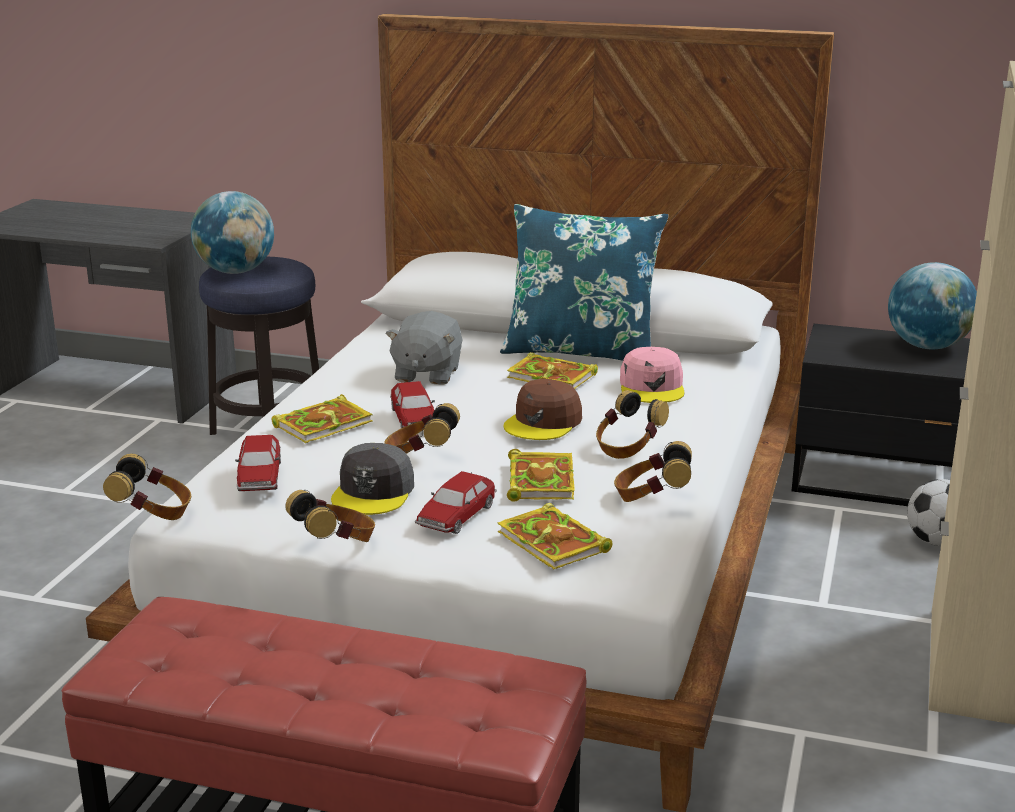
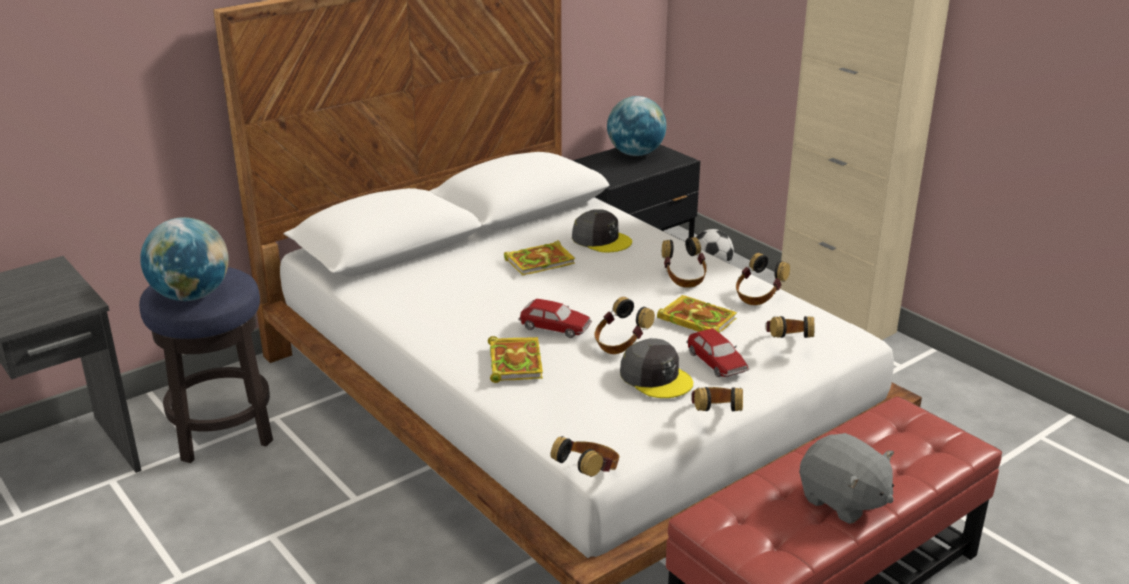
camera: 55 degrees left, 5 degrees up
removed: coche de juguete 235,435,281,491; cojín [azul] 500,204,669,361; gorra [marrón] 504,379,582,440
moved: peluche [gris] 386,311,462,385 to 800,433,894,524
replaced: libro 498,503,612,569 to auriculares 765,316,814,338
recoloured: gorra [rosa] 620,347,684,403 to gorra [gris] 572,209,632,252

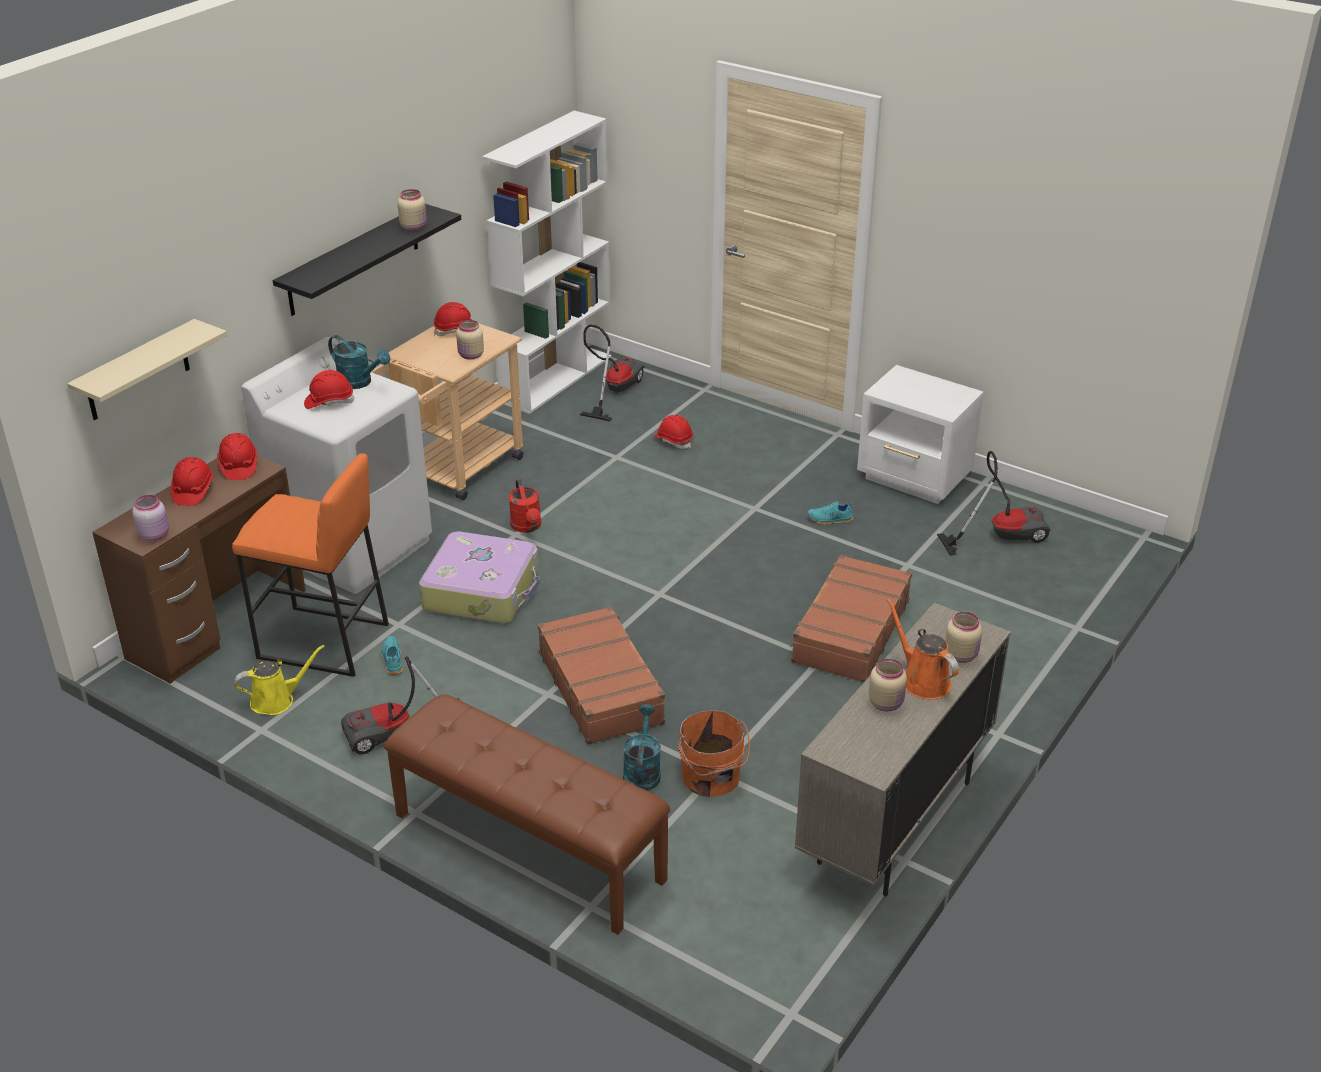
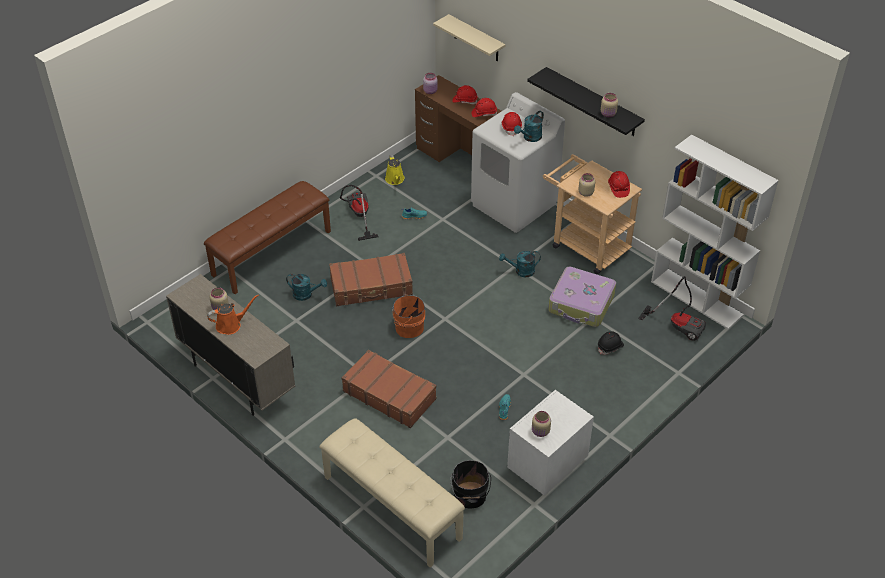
camera: 100 degrees right, 10 degrees up
removed: taburete [naranja] 232,453,389,677
added: banco [beis] 319,418,465,568
moved: maleta 419,531,540,623 to 548,266,616,327; cubo [naranja] 678,710,750,797 to 392,294,425,338; tarro [beis] 945,612,982,663 to 532,411,551,437
replaced: aspiradora 937,451,1050,556 to cubo [negro] 450,460,491,509
recoloured: regadera [rojo] 509,479,541,533 to regadera [turquesa] 499,251,541,277; casco [rojo] 654,415,693,449 to casco [negro] 598,331,624,355

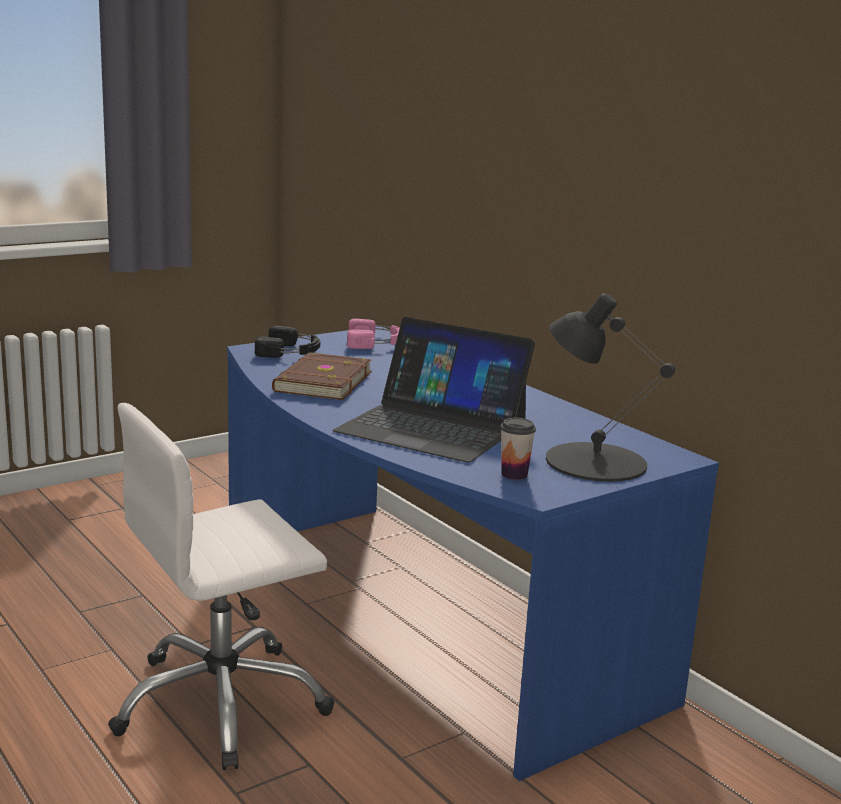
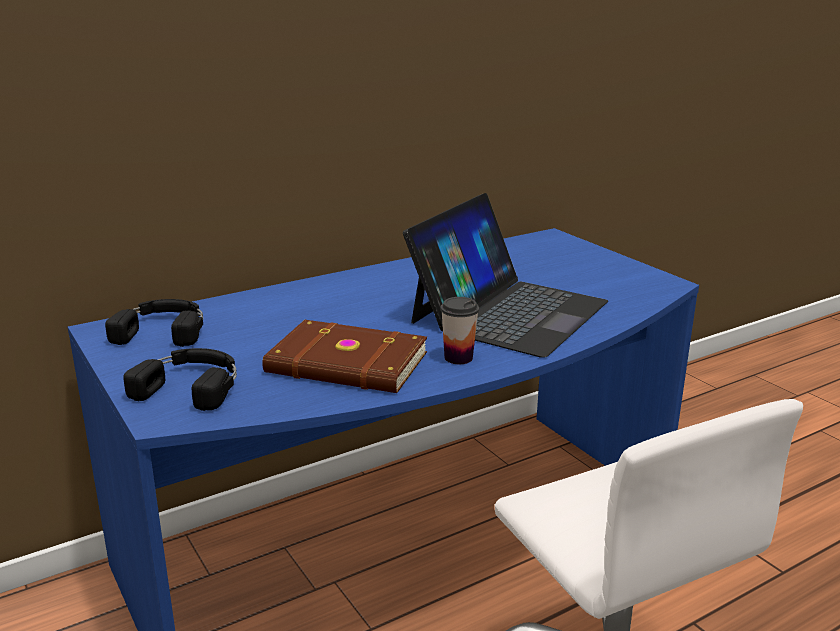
camera: 85 degrees left, 5 degrees up
removed: lámpara de mesa [negro] 546,293,675,482
moved: taza 500,418,536,480 to 441,297,479,364
recoloured: auriculares [rosa] 347,319,400,349 to auriculares [negro] 105,299,203,347

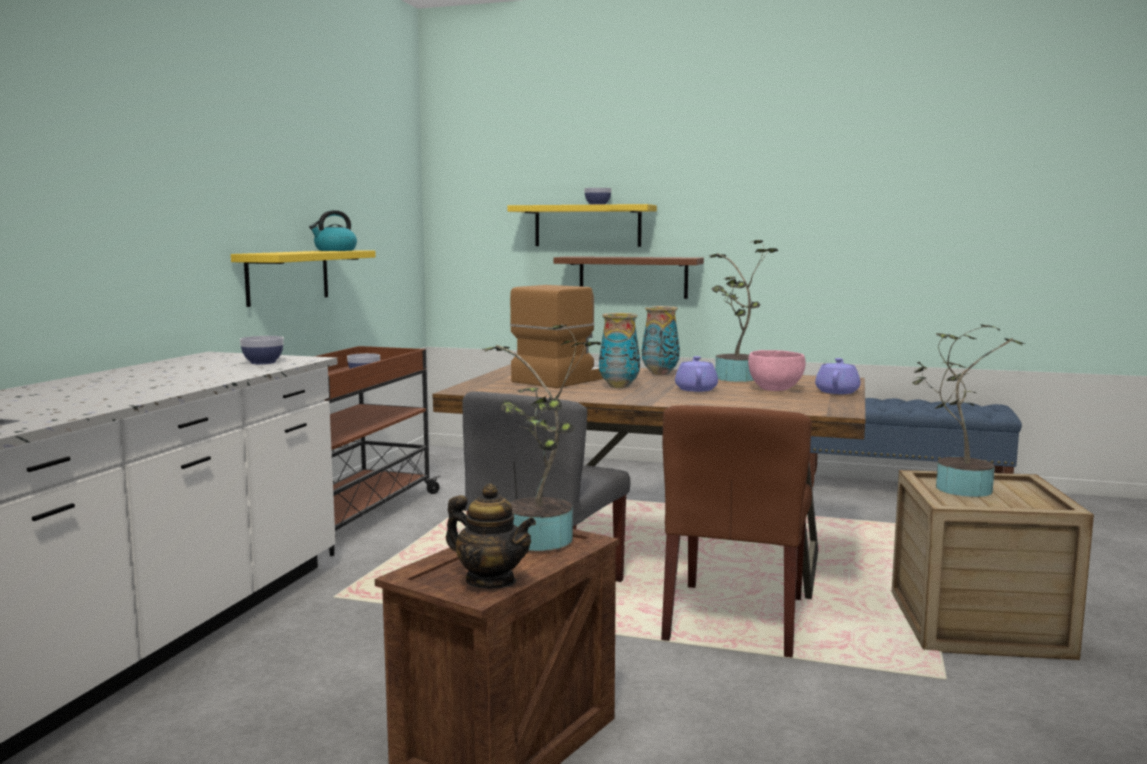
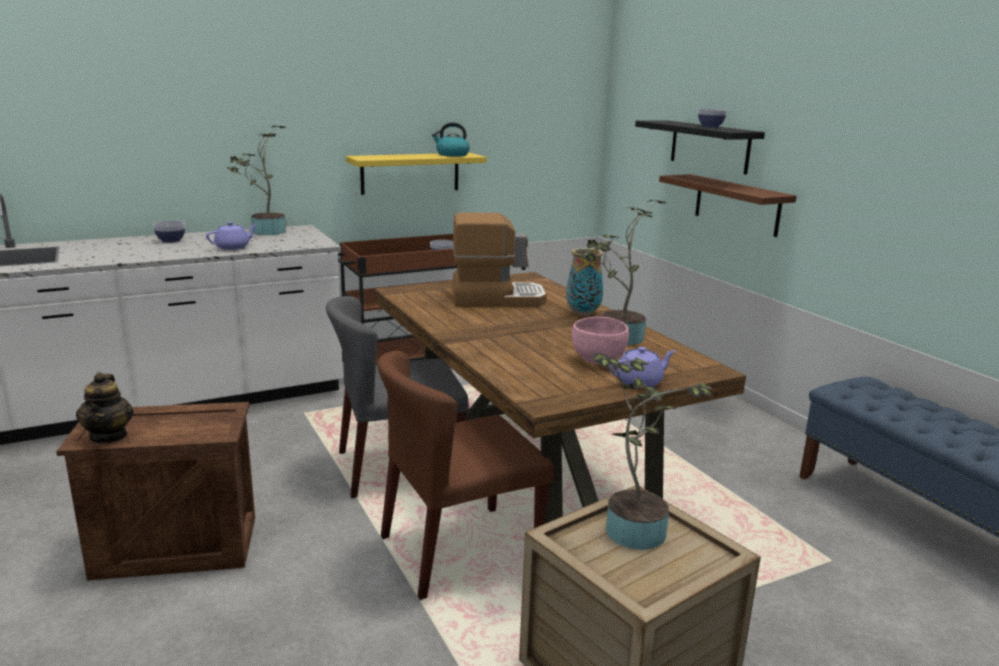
camera: 45 degrees right, 10 degrees up
removed: florero 599,313,640,388
moved: cuenco 240,336,284,364 to 153,221,185,243; planta en maceta 482,324,601,551 to 227,126,286,235; tetera [morado] 675,356,718,392 to 206,222,258,250
recoloured: estante [amarillo] 507,204,657,247 to estante [negro] 635,120,765,175

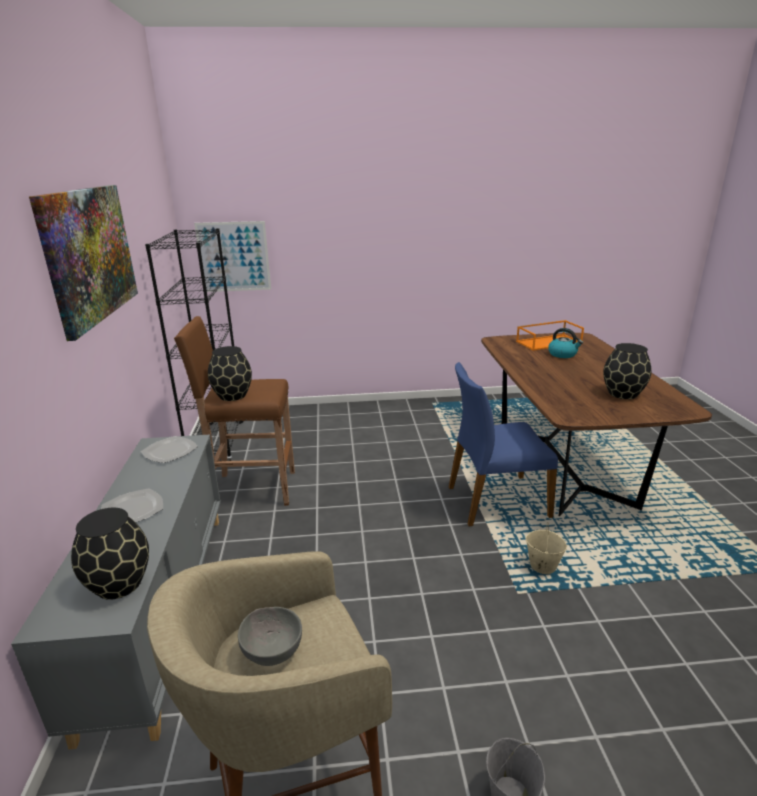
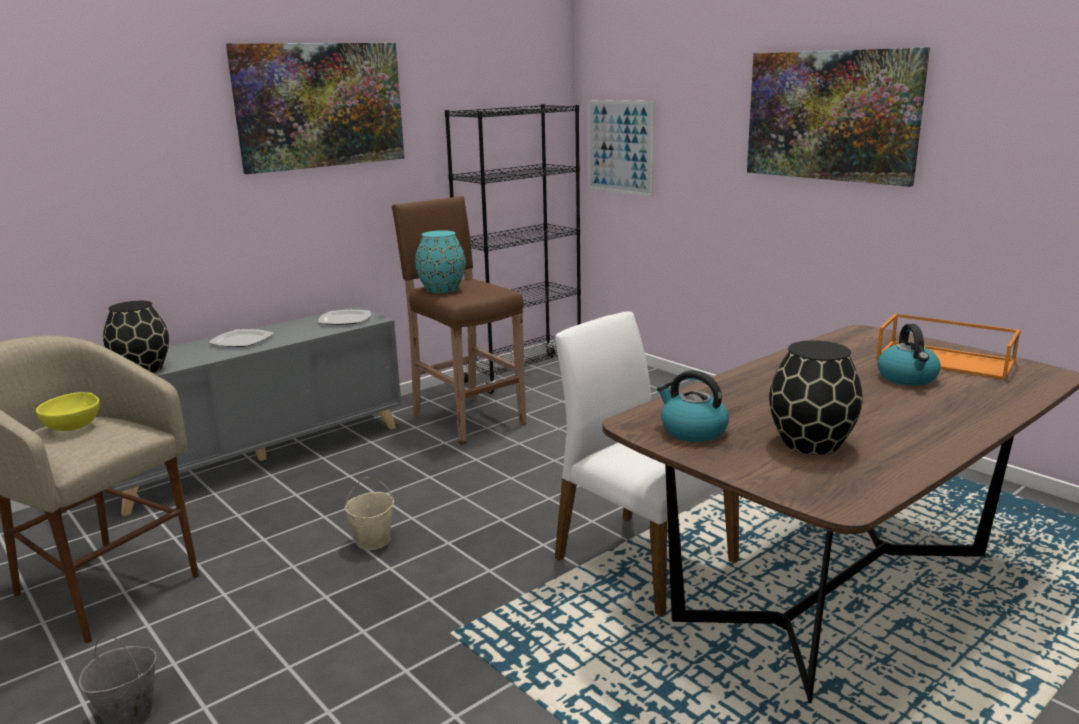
camera: 55 degrees right, 5 degrees down
added: hervidor 657,370,729,442; cuadro 747,47,930,187
moved: cubo [beis] 525,522,567,574 to 345,477,394,550
recoloured: florero [negro] 208,346,252,401 to florero [turquesa] 415,230,466,294; cuenco [gris] 238,607,302,666 to cuenco [amarillo] 36,392,100,431; silla [azul] 449,362,558,526 to silla [blanco] 555,312,739,616

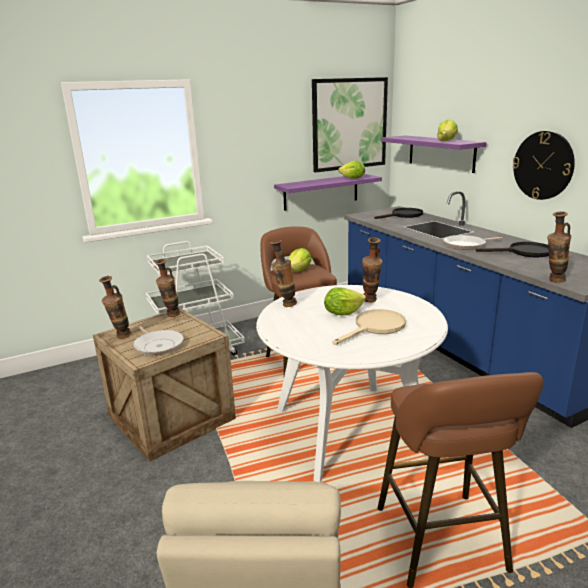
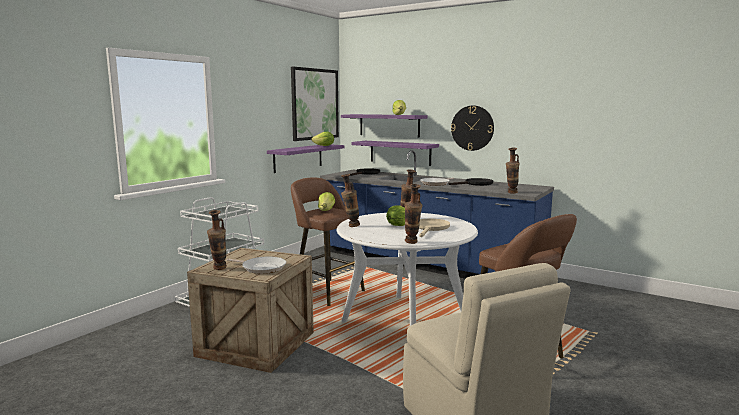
camera: 30 degrees left, 10 degrees down
added: estante [morado] 351,141,439,166
moved: florero 155,259,180,317 to 404,184,422,244

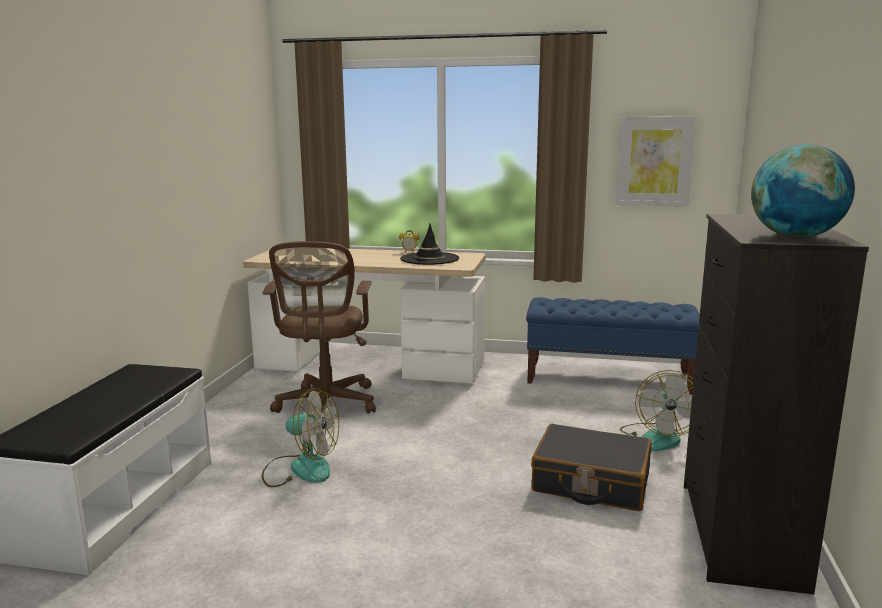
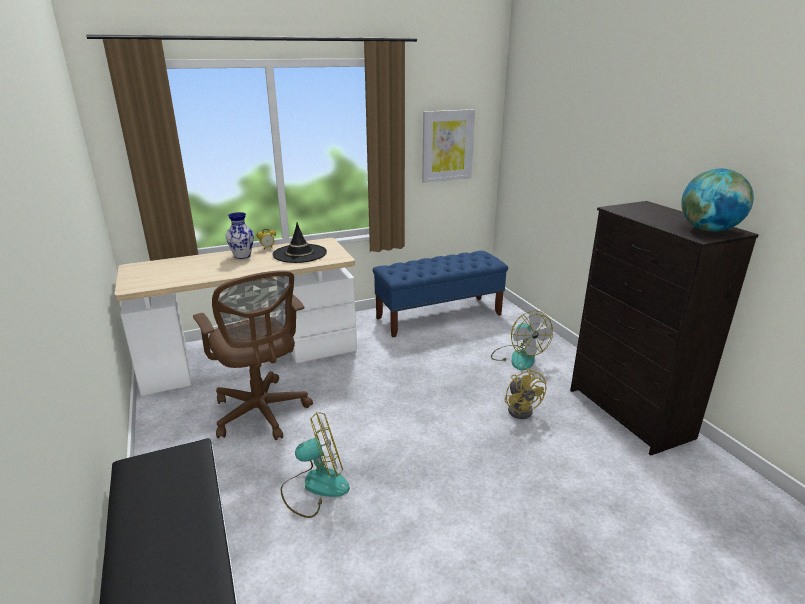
camera: 35 degrees left, 10 degrees up
added: florero 225,212,254,259
replaced: maleta [negro] 531,424,652,511 to ventilador [amarillo] 504,368,546,419

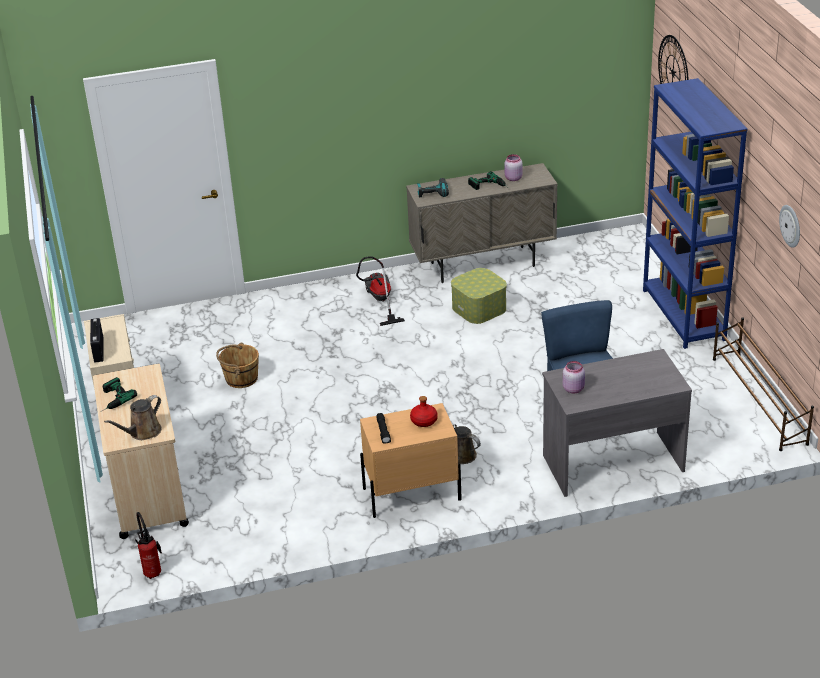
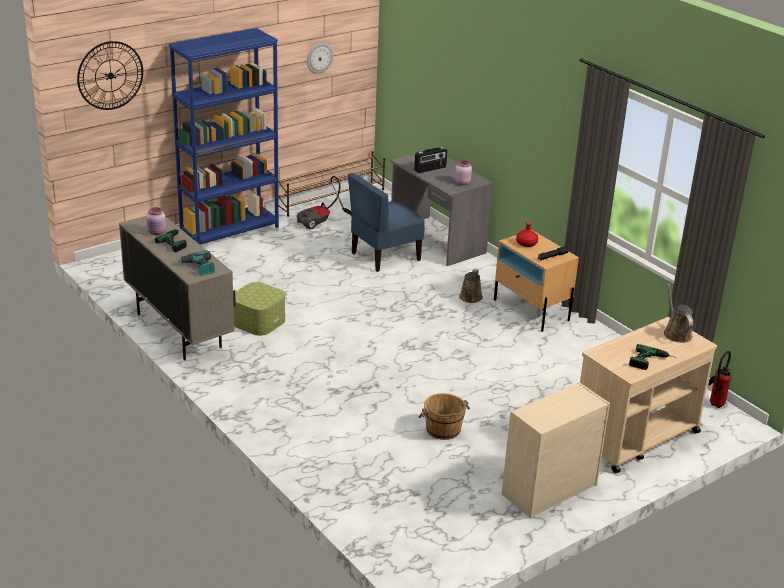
camera: 115 degrees left, 5 degrees down
moved: radio 90,318,104,363 to 414,147,447,173; aspiradora 356,257,405,326 to 297,176,352,229
turned: regadera [marrón] 104,395,162,440 = 664,283,693,343 120 degrees counterclockwise

